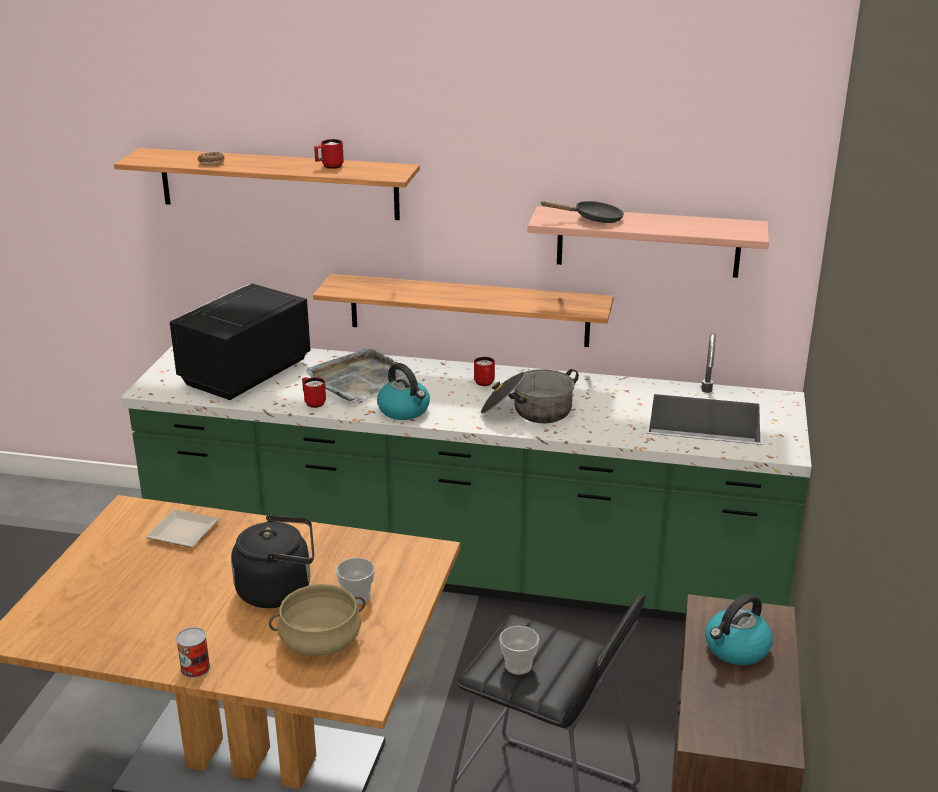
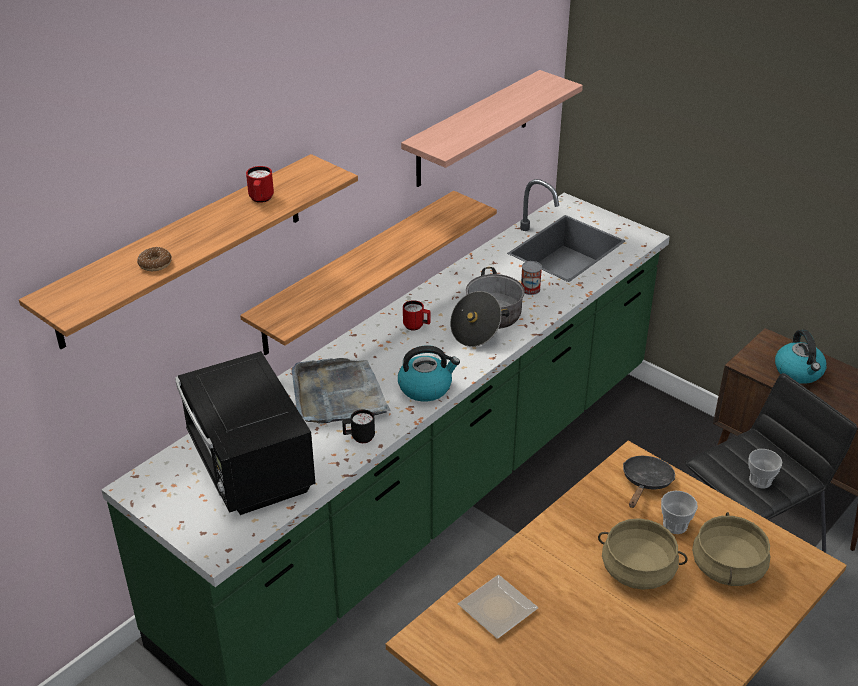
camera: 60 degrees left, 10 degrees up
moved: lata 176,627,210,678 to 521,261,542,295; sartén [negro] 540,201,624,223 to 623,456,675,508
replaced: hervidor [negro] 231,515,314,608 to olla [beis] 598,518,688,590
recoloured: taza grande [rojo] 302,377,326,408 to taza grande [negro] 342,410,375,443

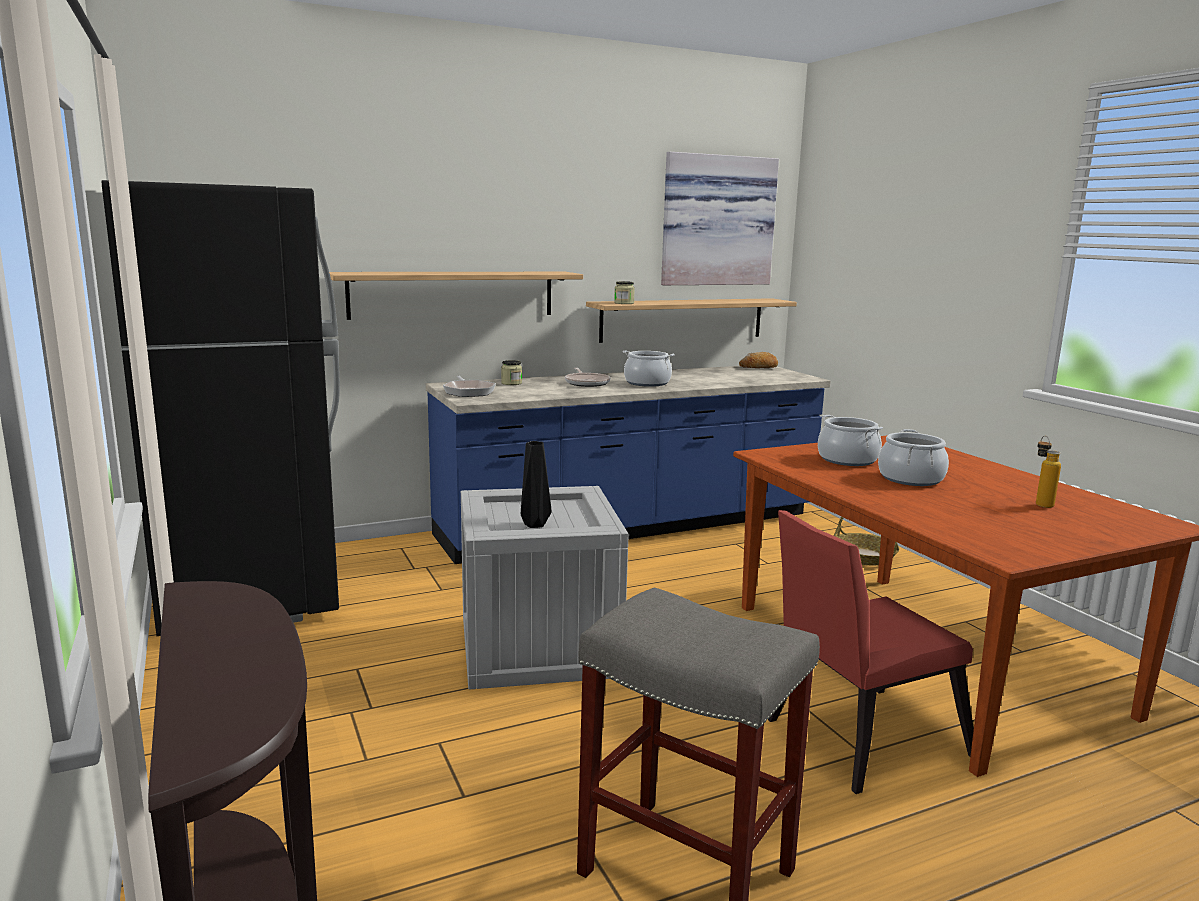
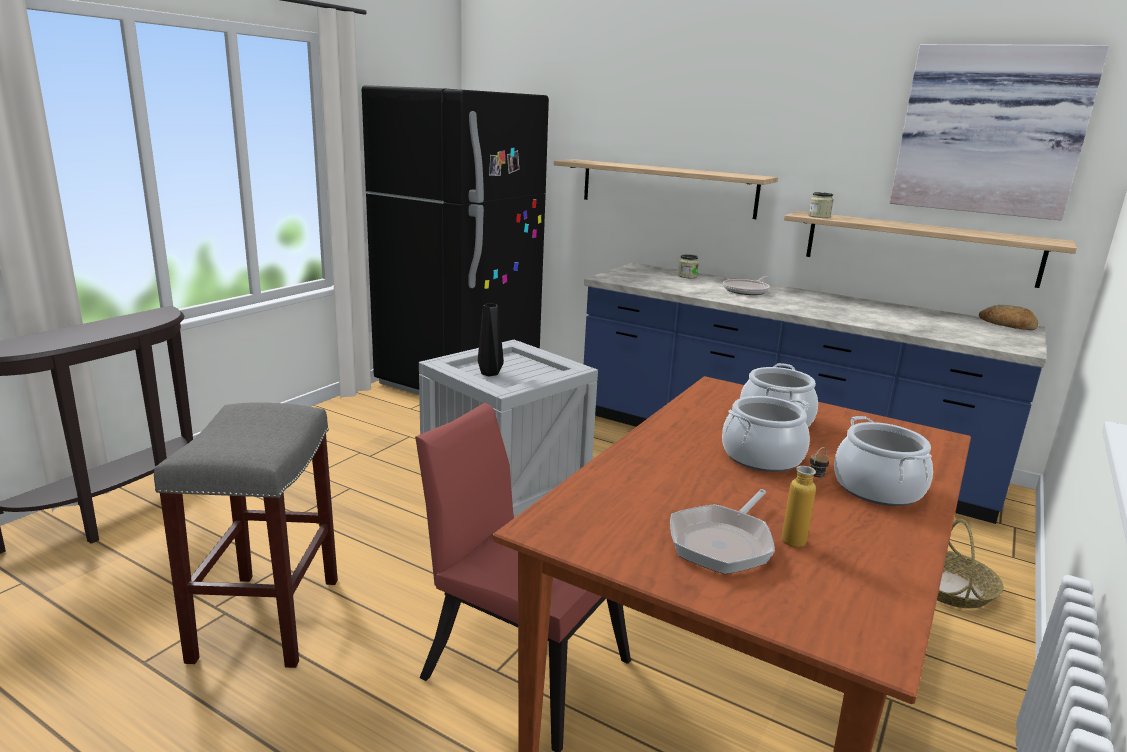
camera: 55 degrees right, 5 degrees up
moved: sartén 443,375,496,397 to 670,489,775,574; olla 623,350,675,387 to 834,416,933,506

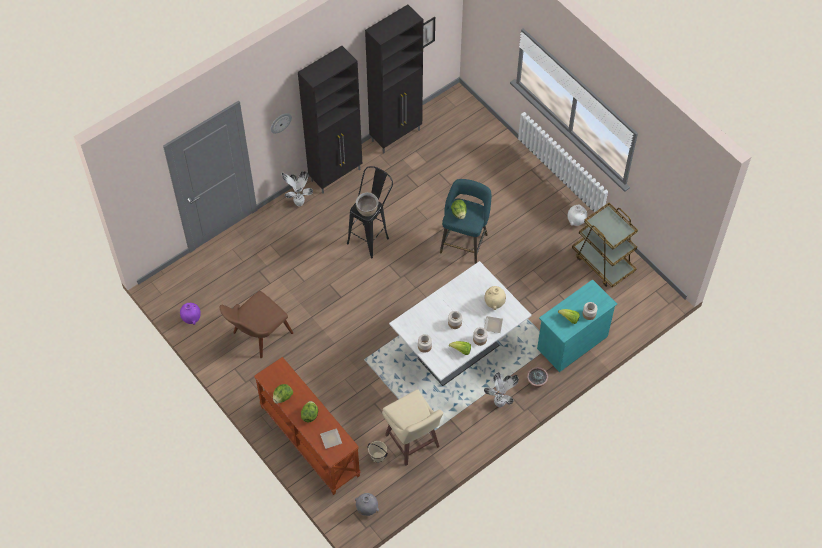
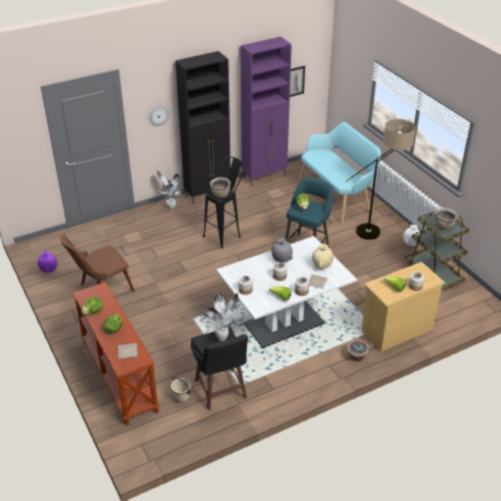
camera: 10 degrees right, 20 degrees down
added: banco [turquesa] 298,122,381,224; lámpara de pie 346,119,416,240; olla [marrón] 435,208,458,230
moved: florero [gris] 355,493,379,516 to 271,238,293,263; planta en maceta 484,372,519,407 to 203,293,238,341
recoloured: armario [negro] 365,5,423,153 to armario [morado] 241,37,292,186; taburete [beis] 382,389,443,466 to taburete [negro] 190,327,248,410; cómoda [turquesa] 537,279,617,372 to cómoda [beis] 361,262,445,352

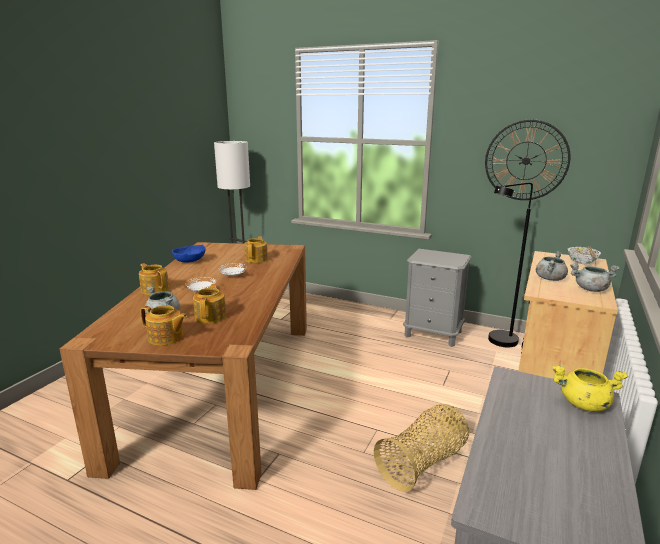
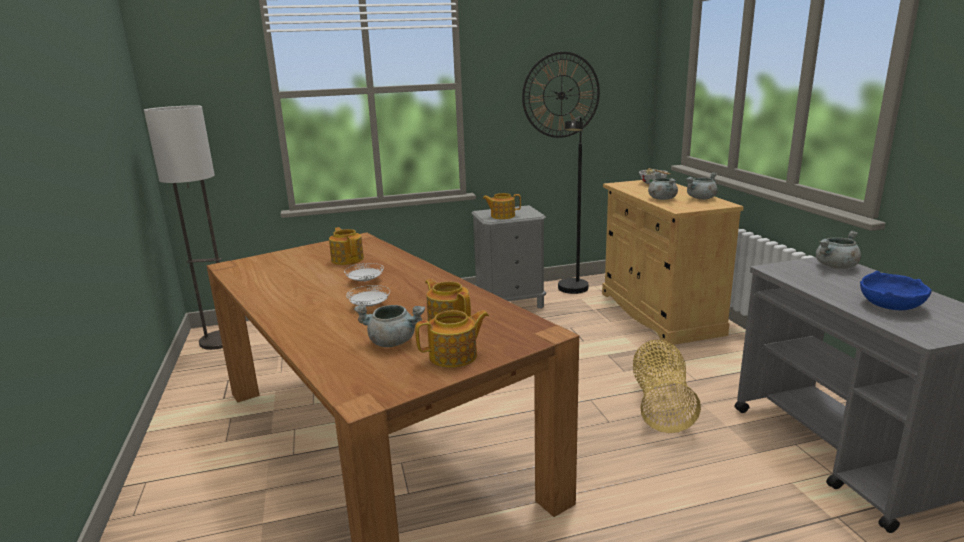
camera: 40 degrees left, 0 degrees up
moved: tetera 139,263,169,295 to 482,193,521,219; cuenco [azul] 172,244,206,263 to 860,271,932,310
recoloured: olla [amarillo] 552,366,628,412 to olla [gris] 816,231,861,269

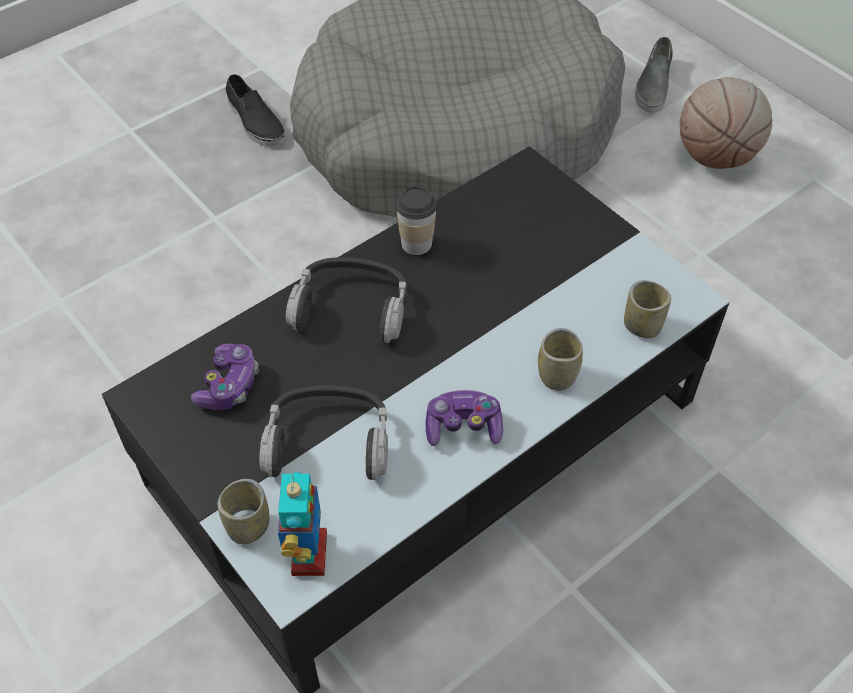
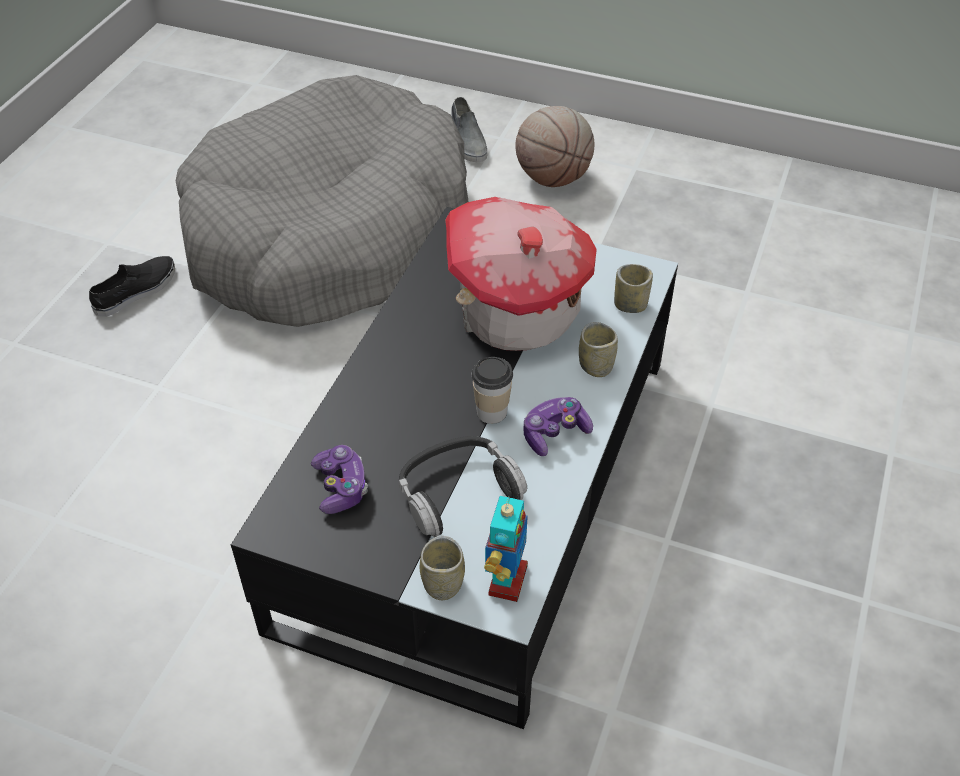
camera: 30 degrees left, 5 degrees down
removed: auriculares 286,257,406,343
added: casita 445,197,597,351
moved: taza 396,186,437,255 to 472,357,513,424
turned: zapato [negro] 226,74,286,146 = 89,256,175,317 75 degrees counterclockwise; robot de juguete 278,472,327,576 = 484,496,528,602 45 degrees clockwise

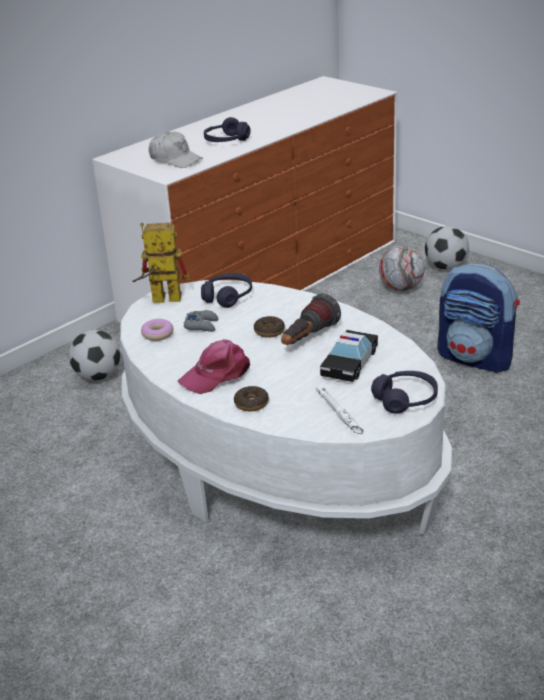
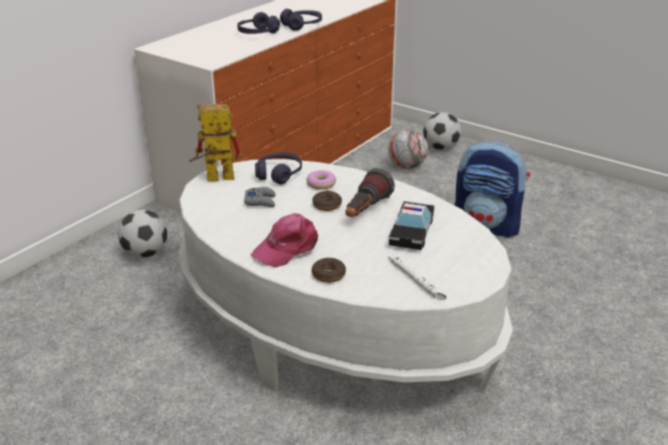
camera: 10 degrees left, 0 degrees up
removed: gorra [blanco] 149,132,203,168
moved: rosquilla 141,319,174,341 to 307,170,336,190; auriculares [morado] 371,371,438,414 to 280,9,322,31

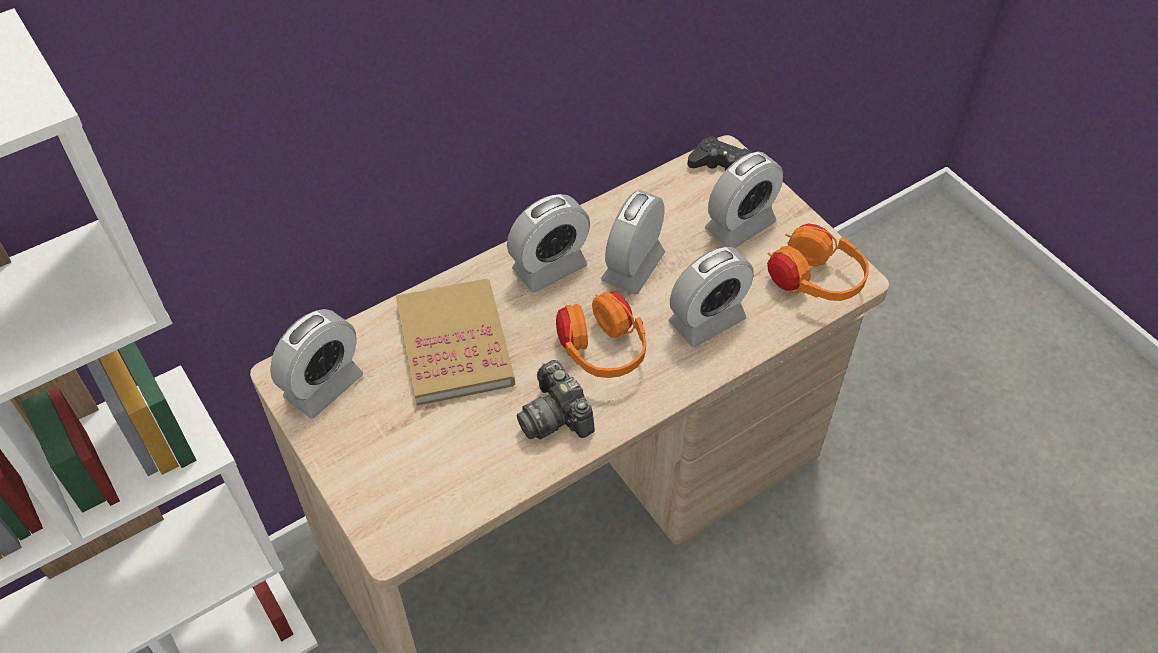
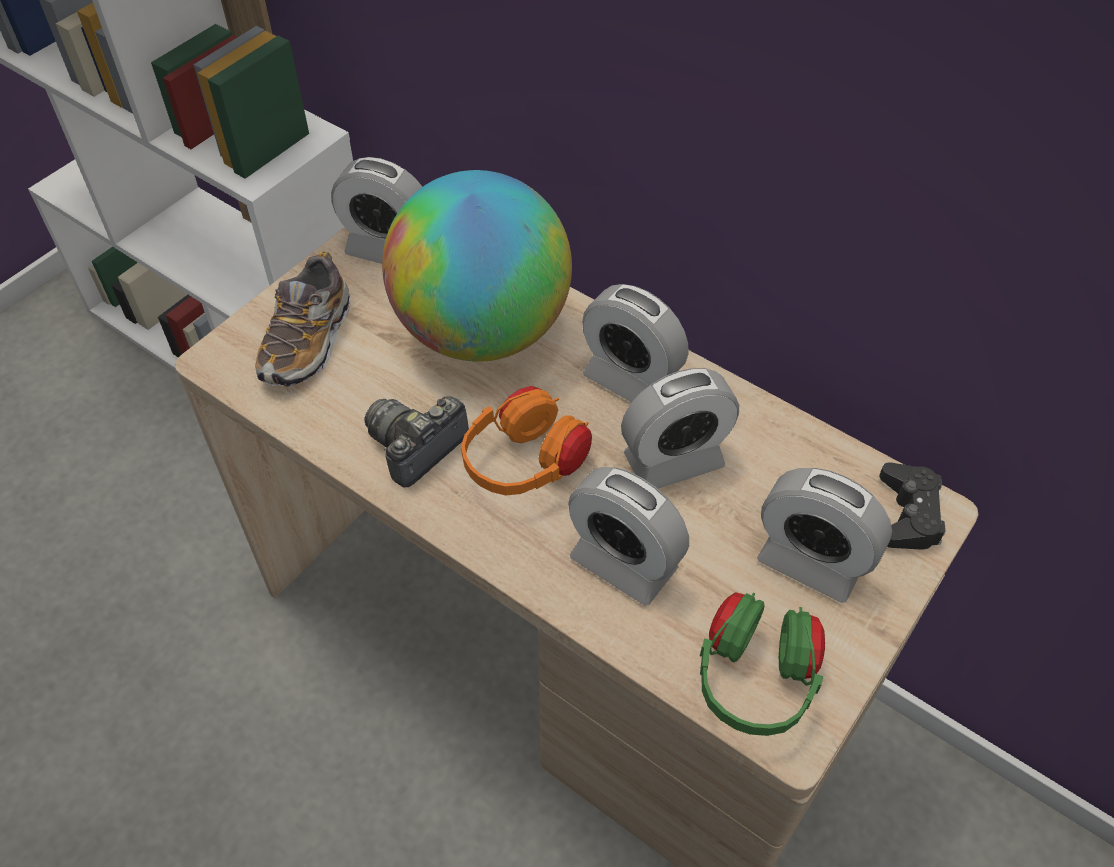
camera: 70 degrees right, 0 degrees up
added: zapato 255,251,351,387
replaced: libro 396,279,515,406 to globo terráqueo 382,170,572,362
recoloured: auriculares [naranja] 767,223,869,301 to auriculares [verde] 700,592,825,736
turned: despertador 601,190,665,294 = 621,368,739,489 150 degrees clockwise

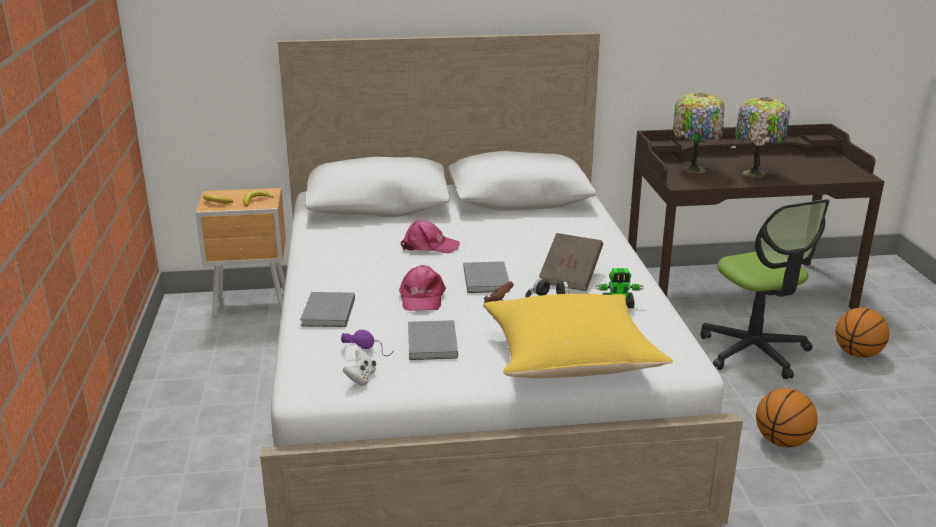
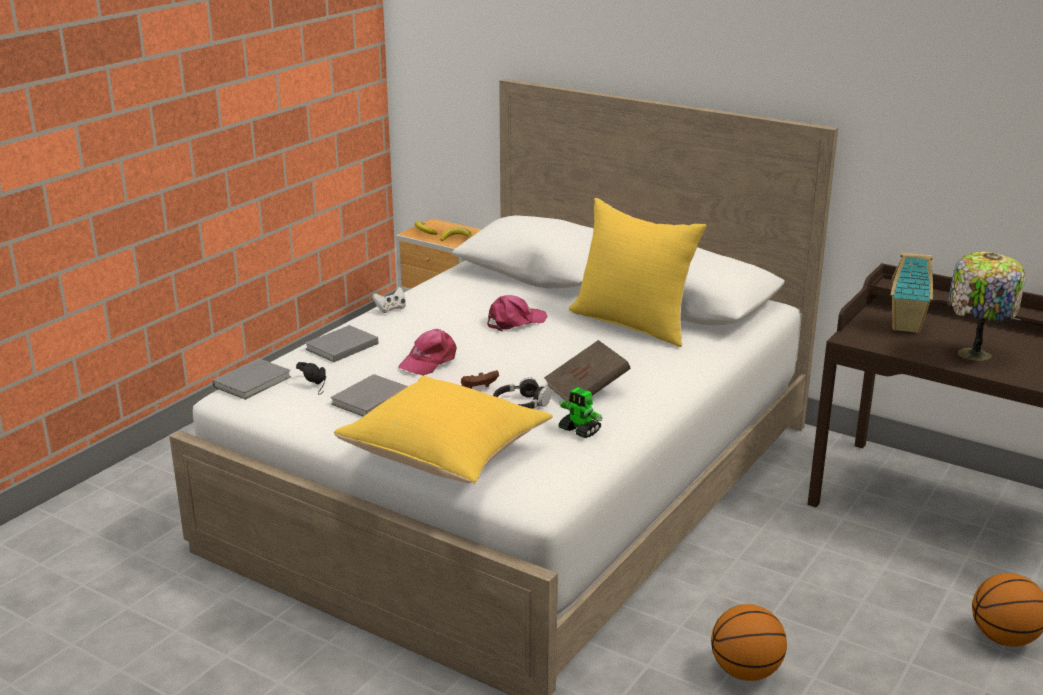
camera: 40 degrees right, 0 degrees up
removed: silla de oficina 700,199,830,379
added: cojín [amarillo] 569,198,707,347
moved: mando de consola [blanco] 343,349,376,386 to 372,287,406,313; libro [gris] 464,261,510,293 to 212,358,291,400
replaced: lámpara de mesa 673,92,724,173 to casita 891,252,933,333
recoloured: auriculares [morado] 341,330,394,356 to auriculares [negro] 296,362,326,395
turned: gorra [rosa] 401,221,460,254 = 487,295,548,331 75 degrees counterclockwise

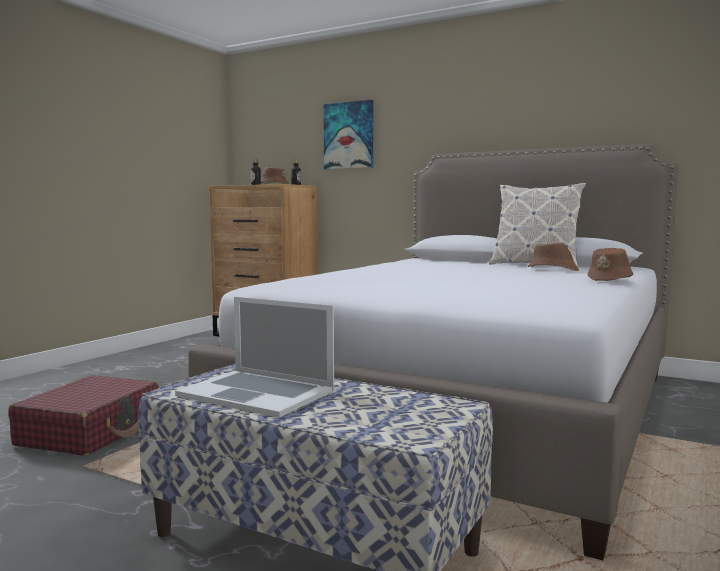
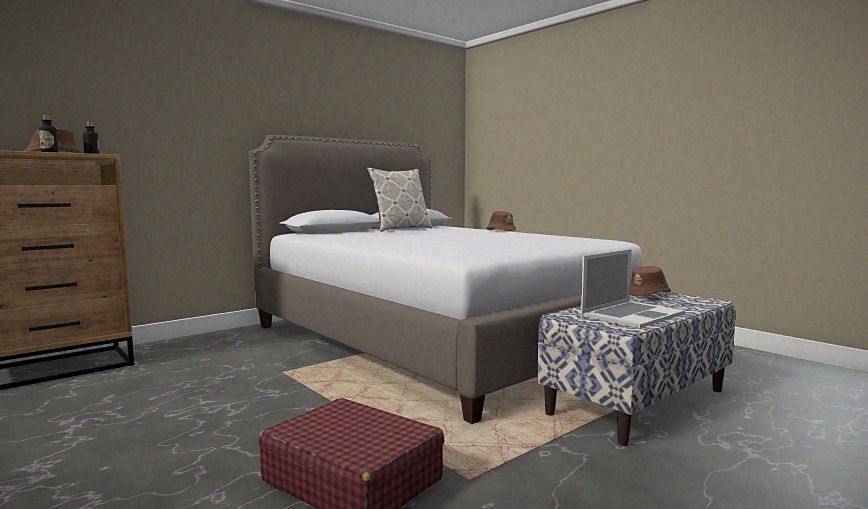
camera: 70 degrees left, 0 degrees up
removed: cuadro 323,100,373,170
moved: sombrero [marrón] 528,243,579,271 to 630,266,671,296

